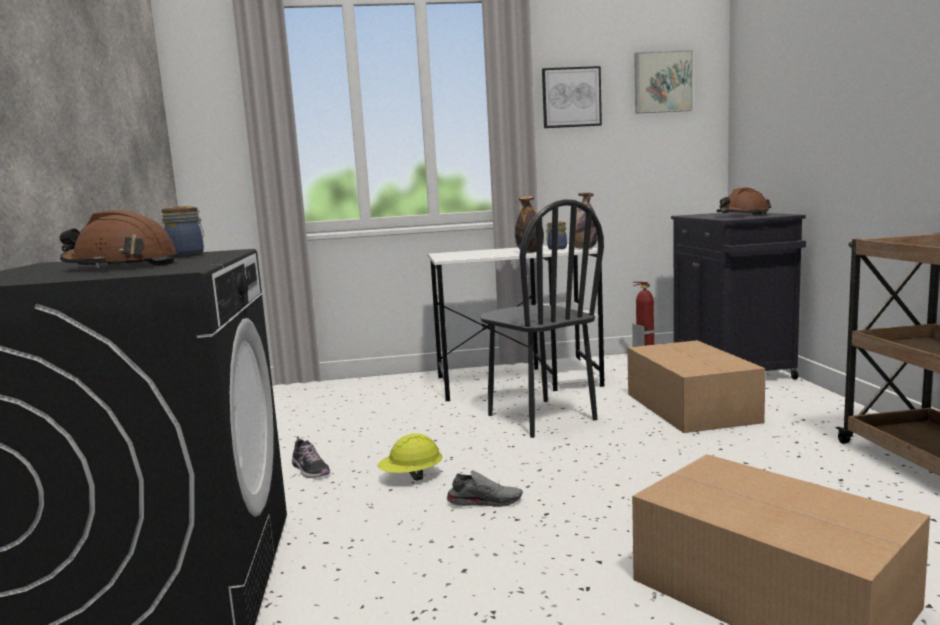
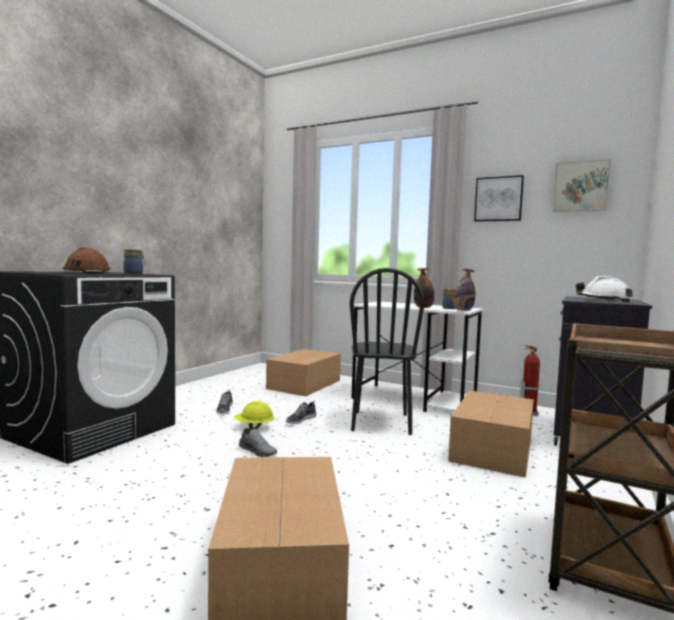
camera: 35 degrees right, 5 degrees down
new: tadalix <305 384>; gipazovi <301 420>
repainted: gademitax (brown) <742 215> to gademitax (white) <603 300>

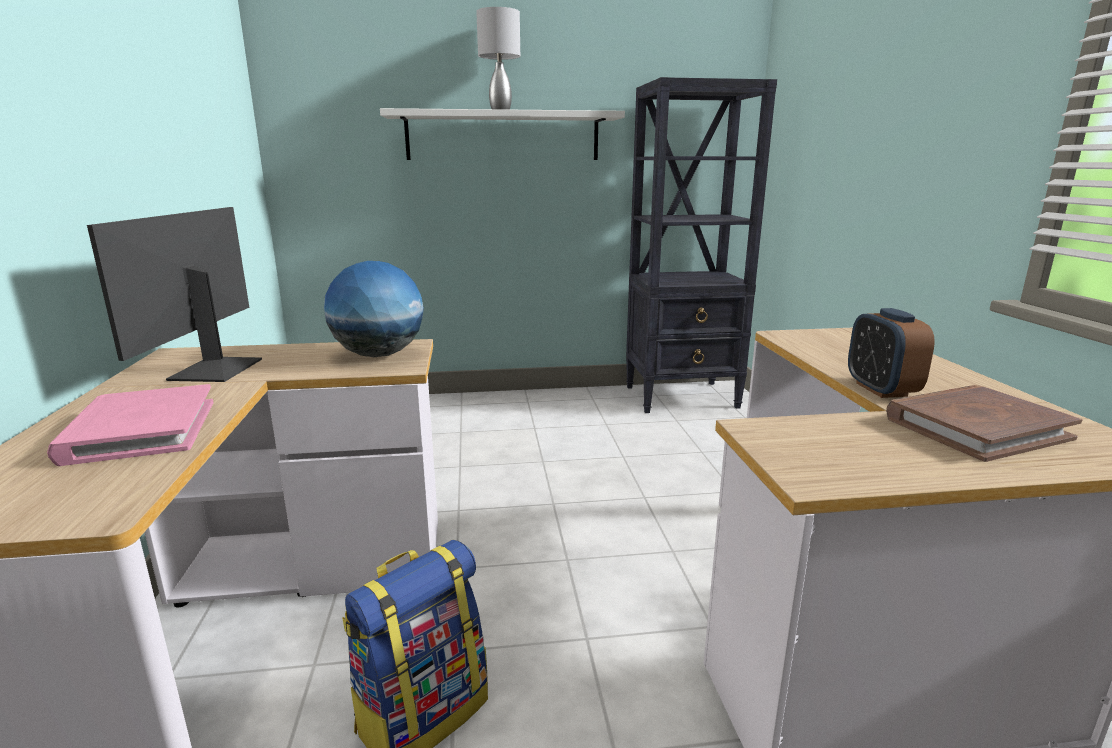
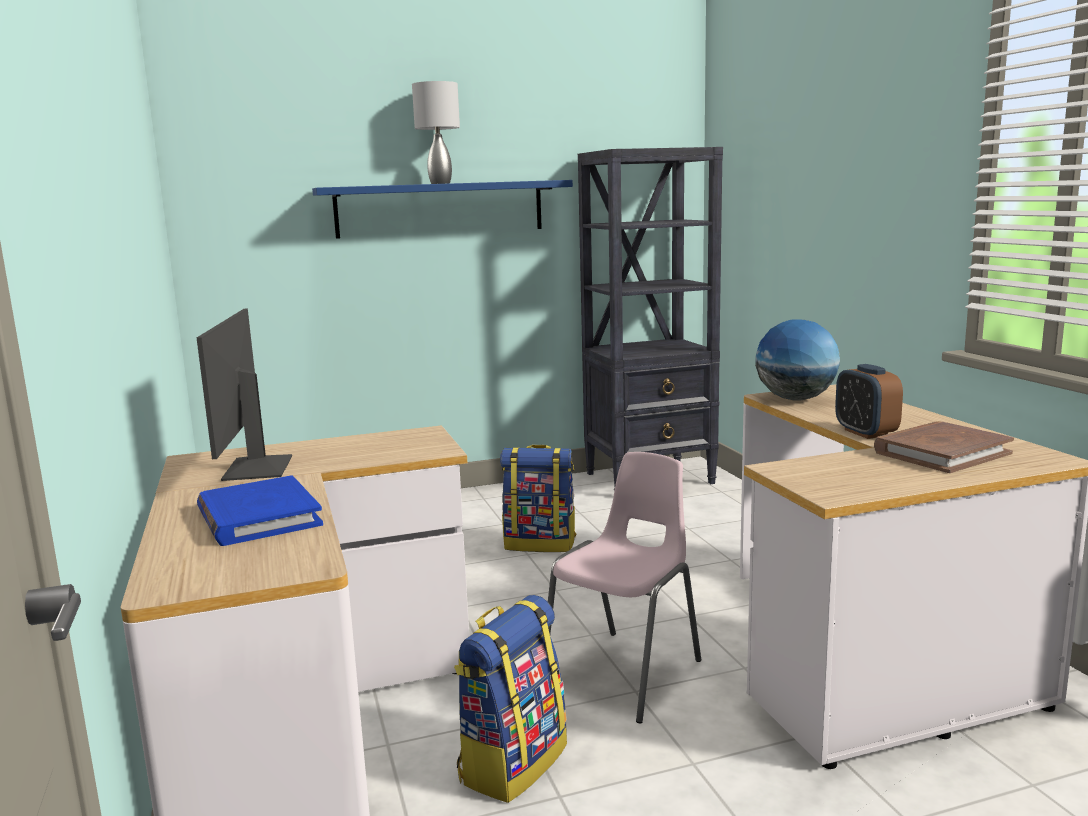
camera: 10 degrees left, 5 degrees down
new: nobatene <540 543>; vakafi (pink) <625 673>
shifted: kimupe <378 355> to <795 399>
repainted: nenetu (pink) <141 430> to nenetu (blue) <258 517>; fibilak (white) <503 136> to fibilak (blue) <440 209>

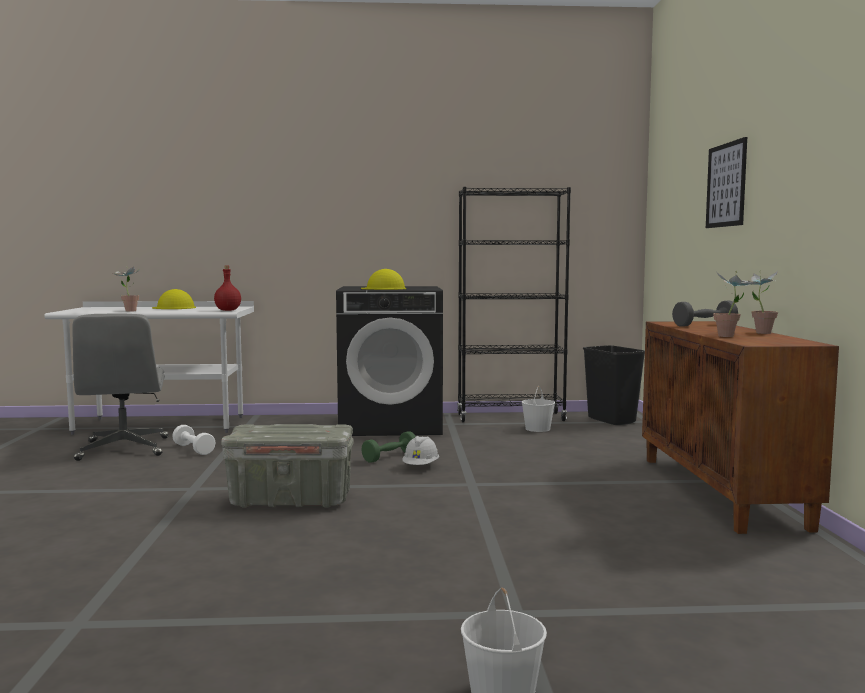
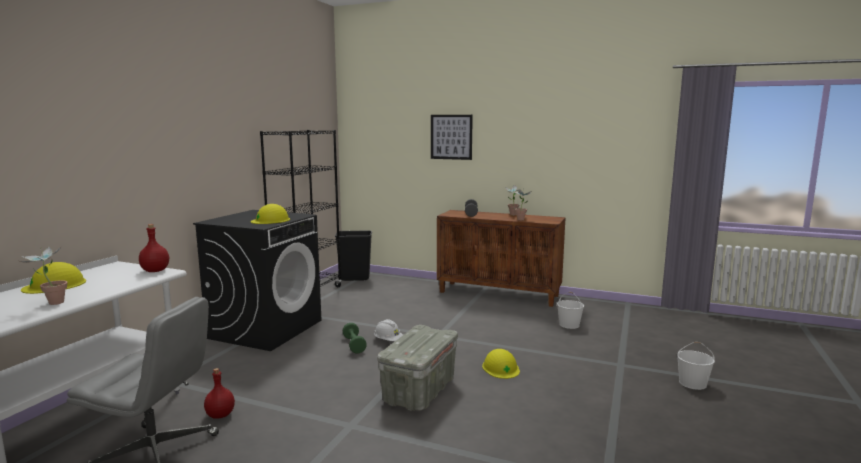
camera: 65 degrees left, 5 degrees up
new: gademitax (yellow) <501 368>
shifted: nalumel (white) <537 429> to <569 325>
swapped: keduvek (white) <194 449> to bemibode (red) <220 415>

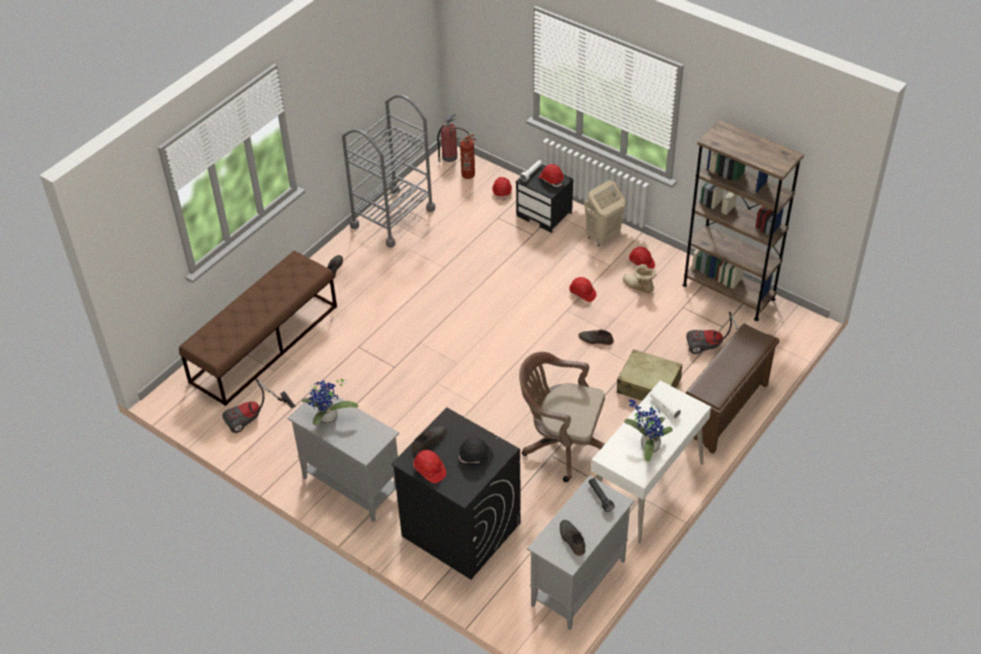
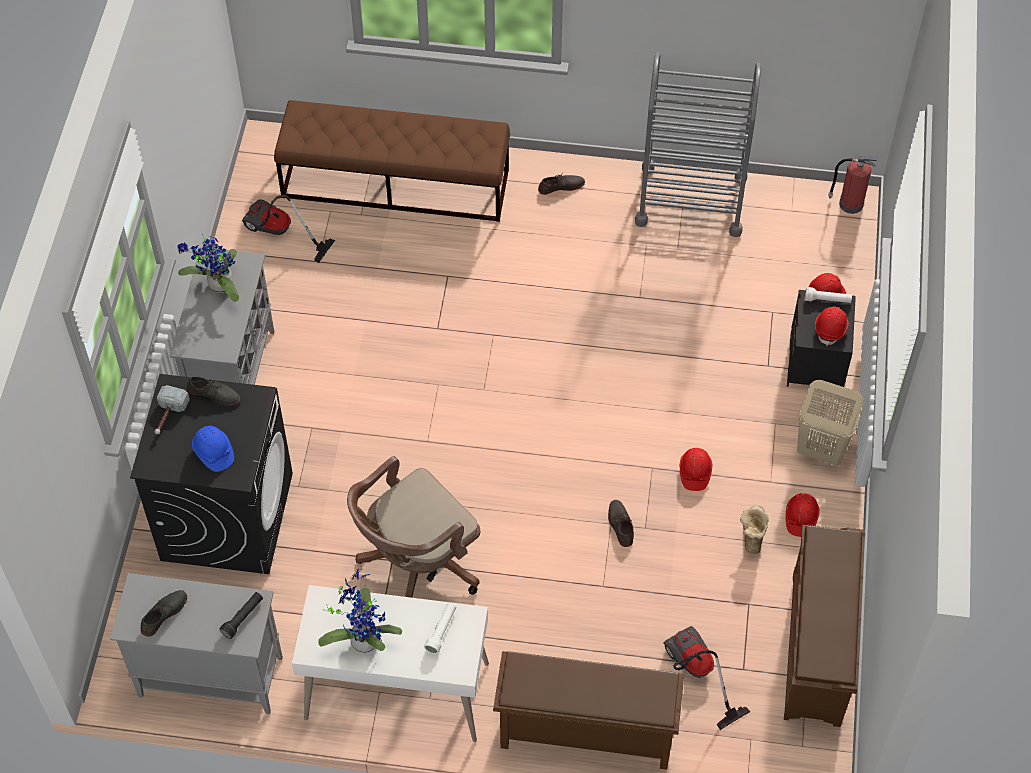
camera: 60 degrees right, 10 degrees up
gone: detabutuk <464 174>; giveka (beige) <649 386>
swapped: gademitax (red) <429 470> to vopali <168 416>; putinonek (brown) <728 292> to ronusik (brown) <817 650>
repainted: gademitax (black) <476 456> to gademitax (blue) <213 452>
rotated: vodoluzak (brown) <562 444> = <416 564> 120 degrees counterclockwise

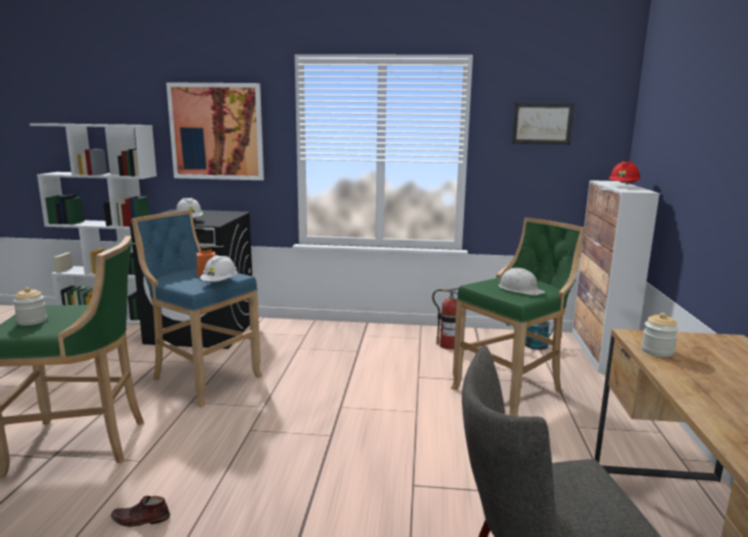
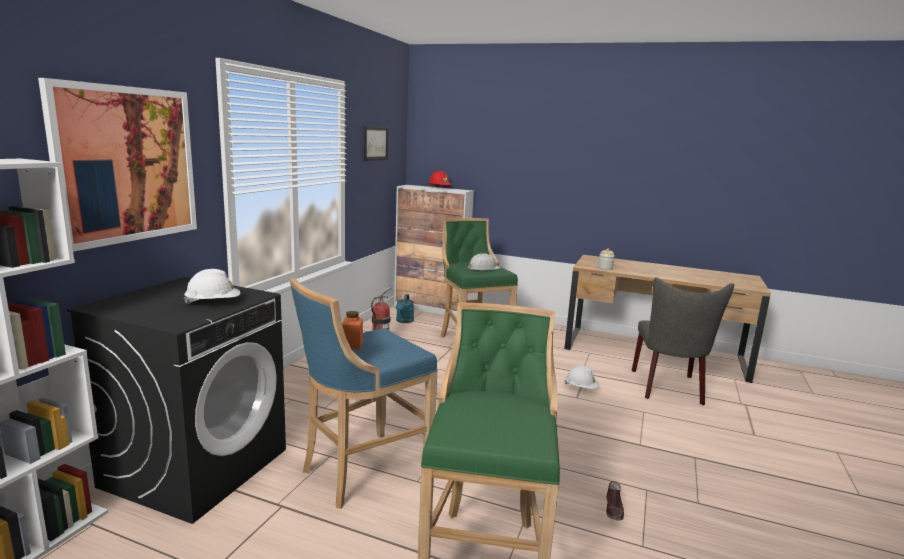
camera: 75 degrees left, 0 degrees up
gone: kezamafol <32 321>
shifted: gademitax (white) <220 283> to <581 388>

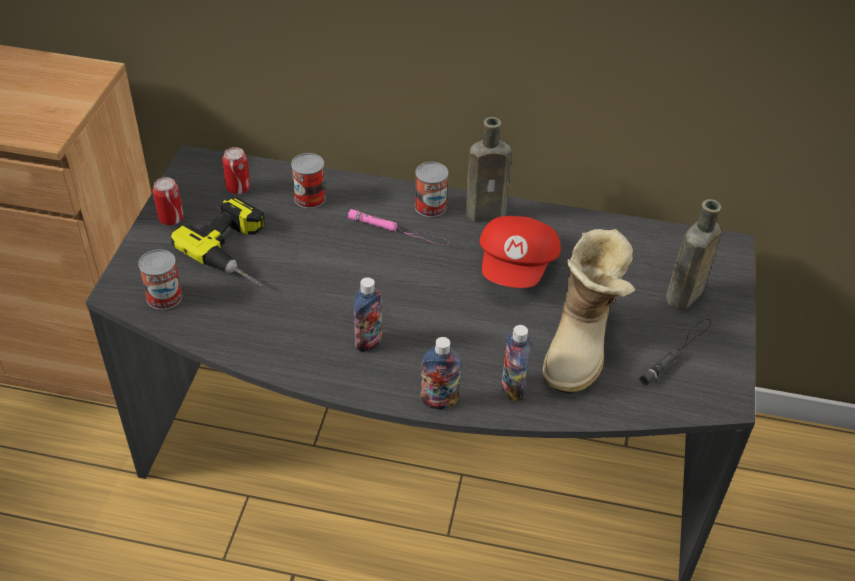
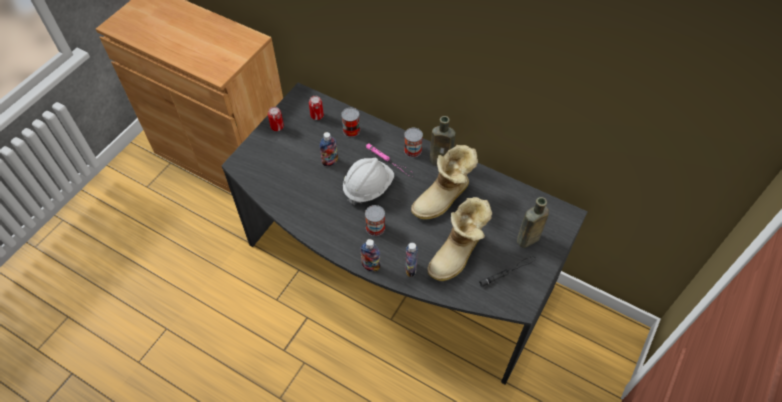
camera: 20 degrees right, 10 degrees up
gone: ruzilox <240 251>
new: gademitax (white) <368 187>
shifted: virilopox <164 297> to <375 228>; bemibode <368 342> to <330 161>
swapped: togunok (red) <517 267> to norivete <444 199>

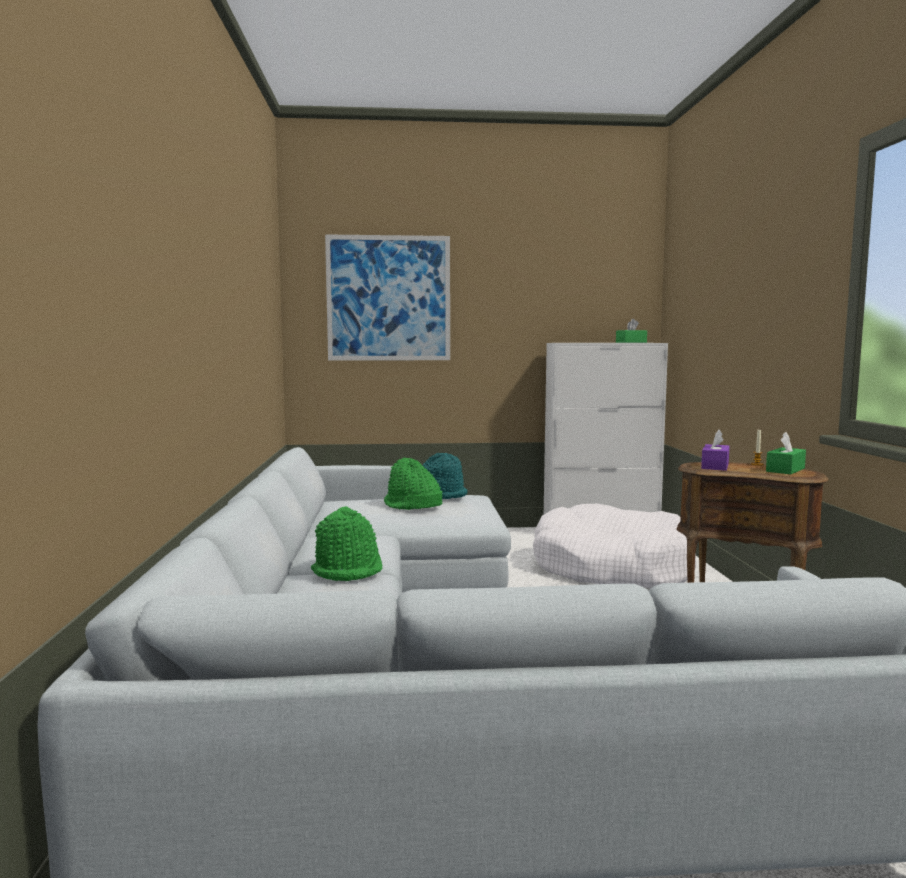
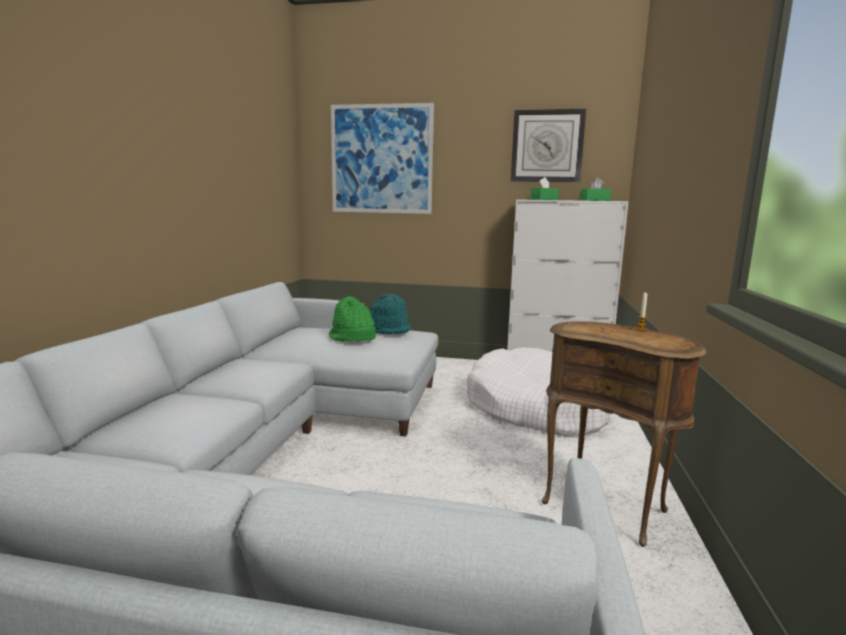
camera: 15 degrees right, 5 degrees up
gone: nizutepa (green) <348 570>; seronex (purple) <715 466>
new: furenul <547 146>
shifted: seronex (green) <785 470> to <544 199>

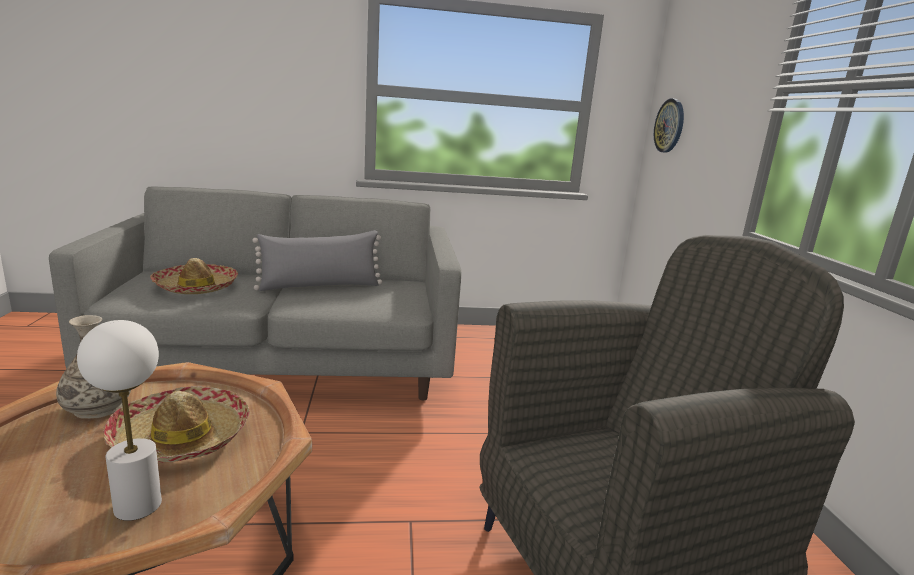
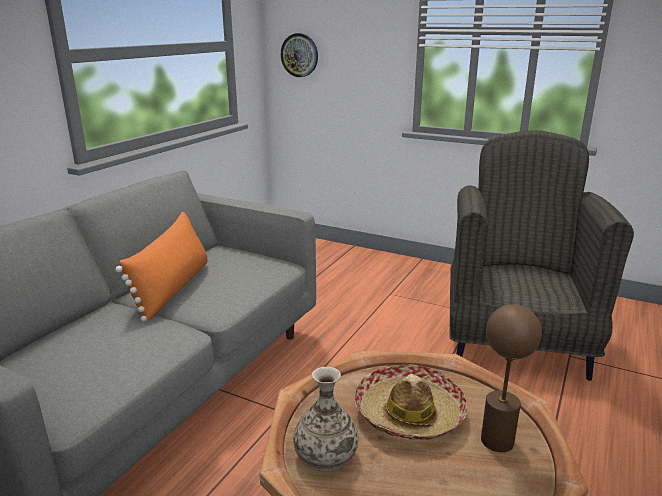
camera: 55 degrees left, 5 degrees up
gone: nizutepa <195 287>
repainted: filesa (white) <138 506> to filesa (brown) <497 440>; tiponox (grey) <320 286> to tiponox (orange) <173 288>

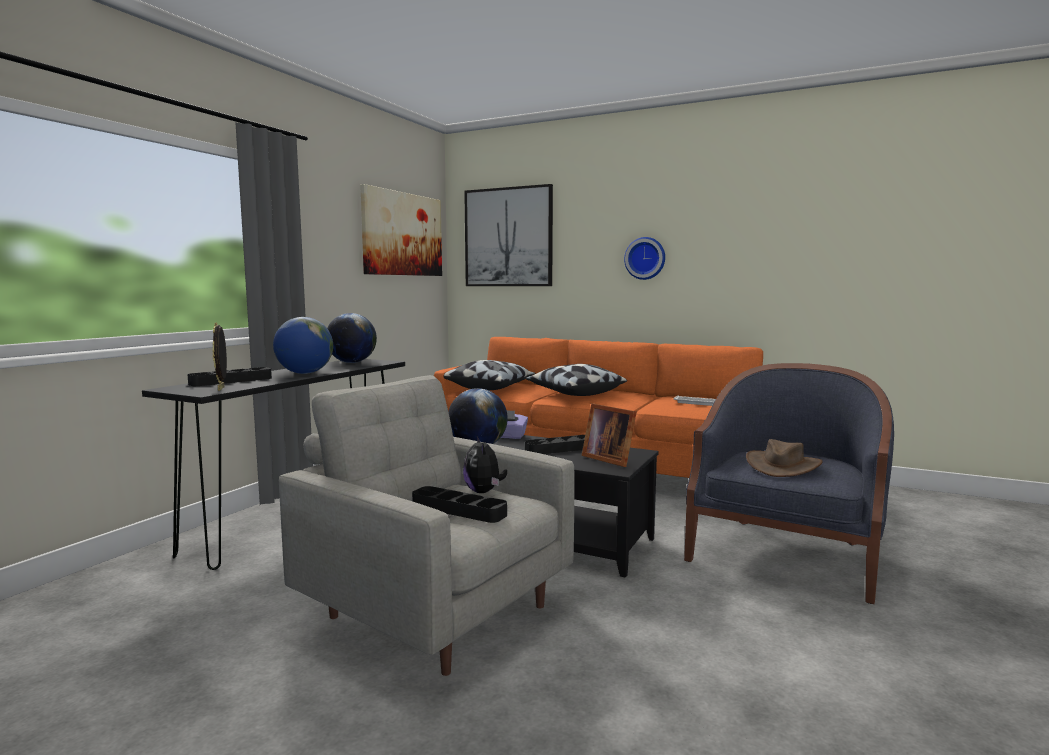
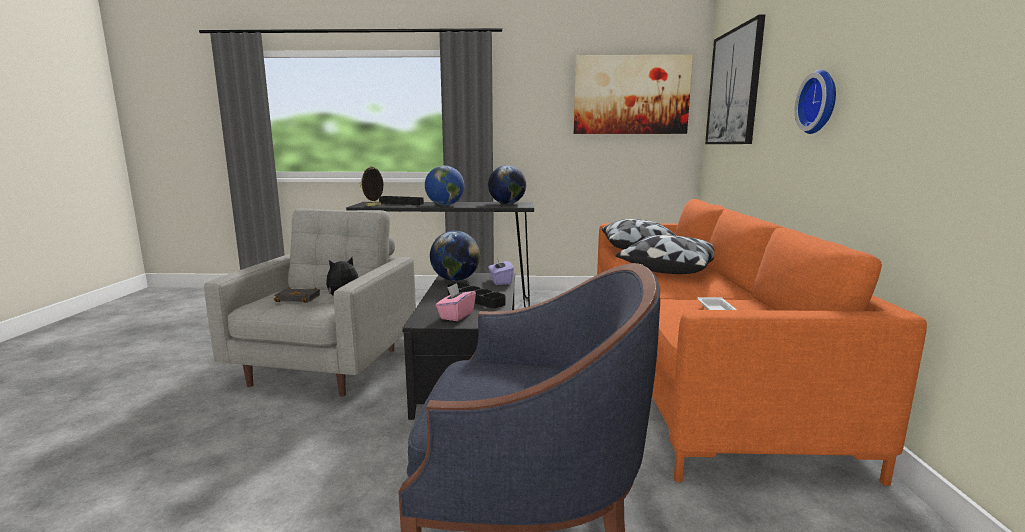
camera: 65 degrees right, 5 degrees up
gone: nizutepa (brown) <782 466>
swapped: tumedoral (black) <458 510> to nenetu (black) <299 298>; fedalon <608 459> to seronex (pink) <456 315>

